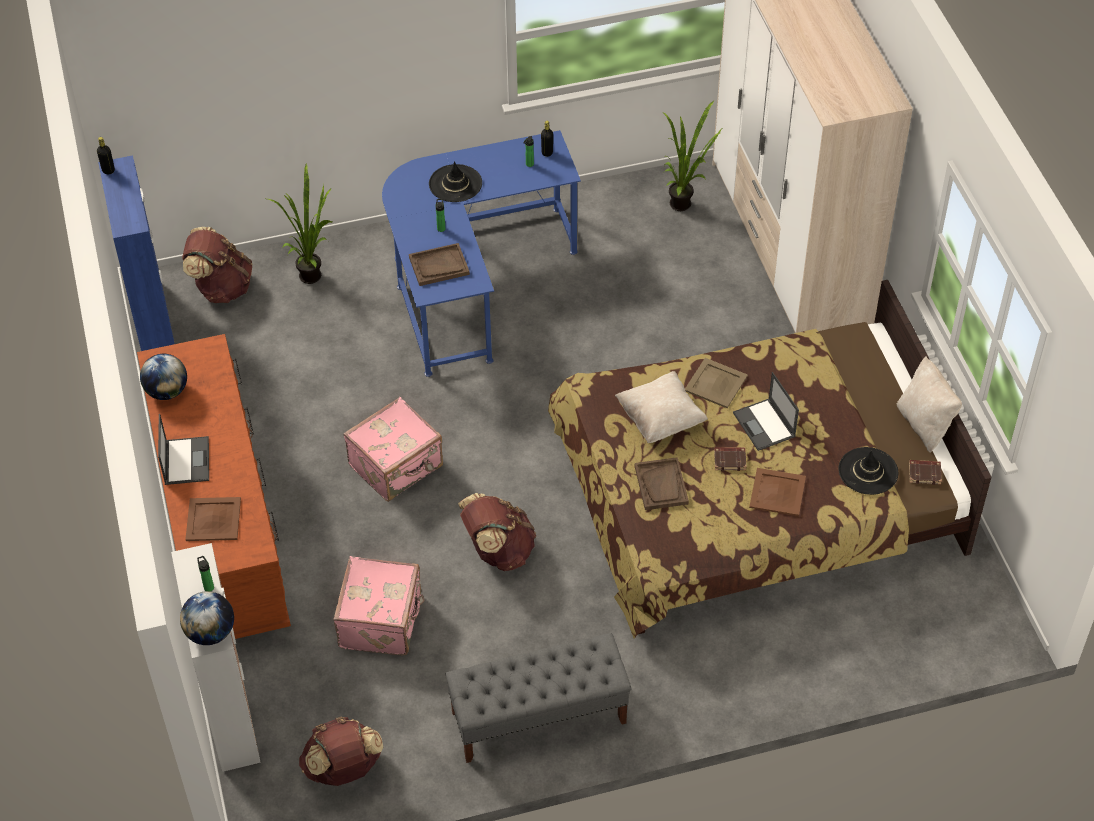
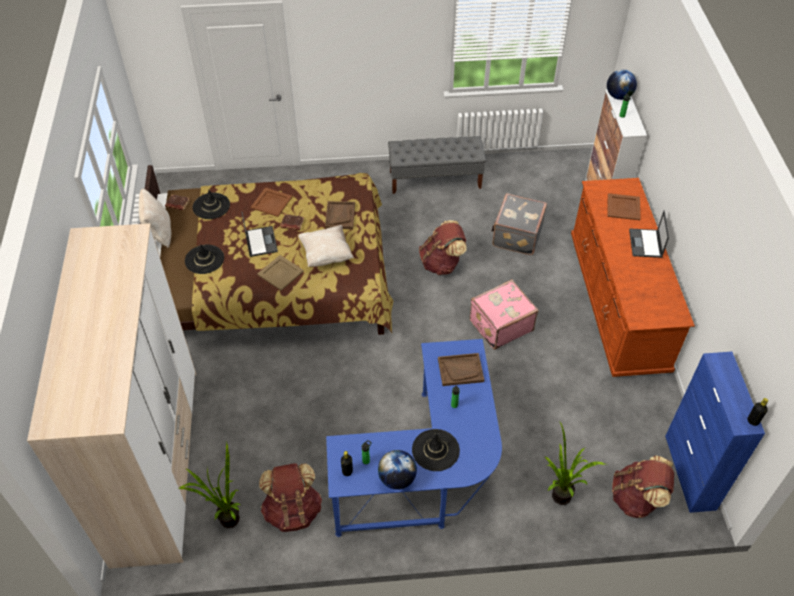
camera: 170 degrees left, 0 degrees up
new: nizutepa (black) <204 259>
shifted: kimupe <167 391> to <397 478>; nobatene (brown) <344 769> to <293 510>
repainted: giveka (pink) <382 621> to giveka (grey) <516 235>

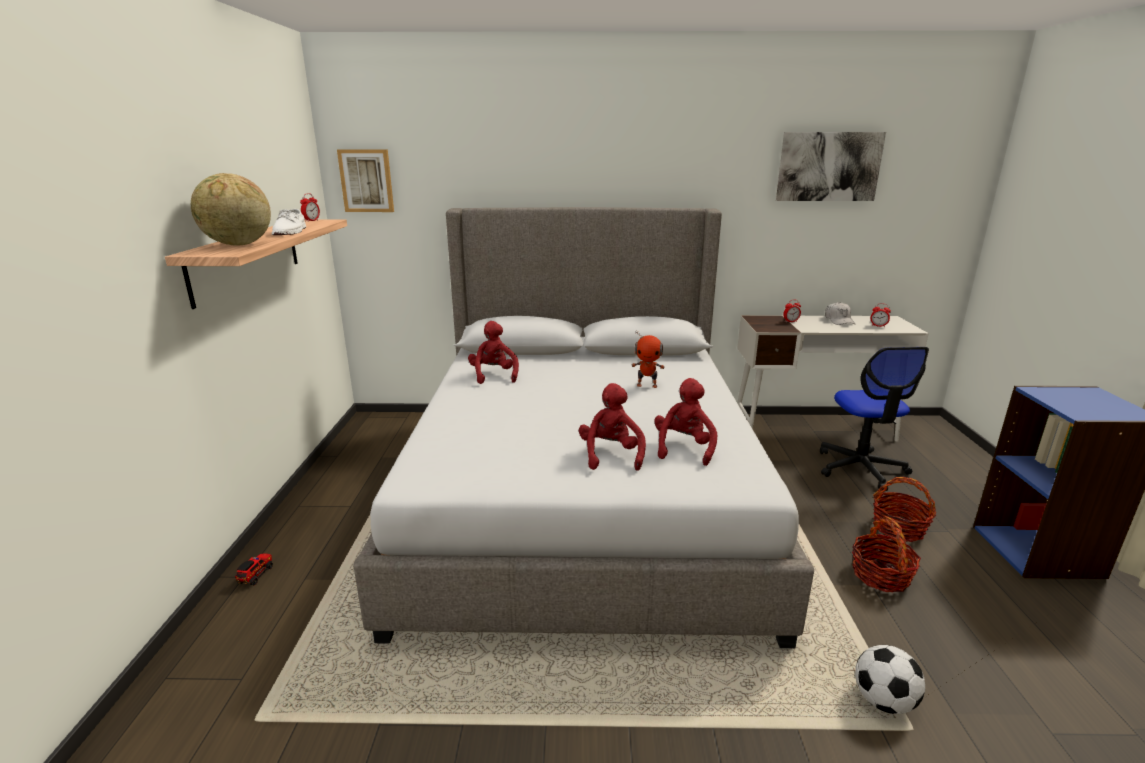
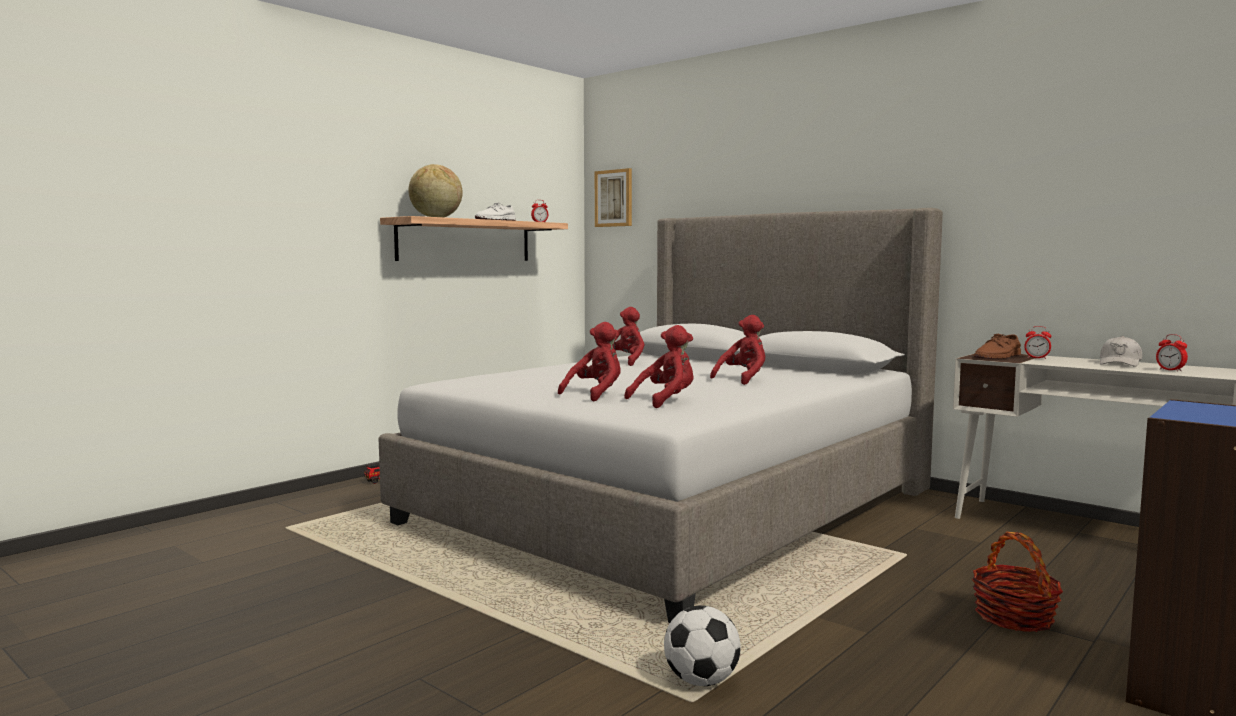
camera: 40 degrees right, 15 degrees down
gone: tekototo <828 166>; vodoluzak <861 468>; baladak <881 575>
new: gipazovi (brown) <998 357>
swapped: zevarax <647 385> to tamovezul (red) <743 379>

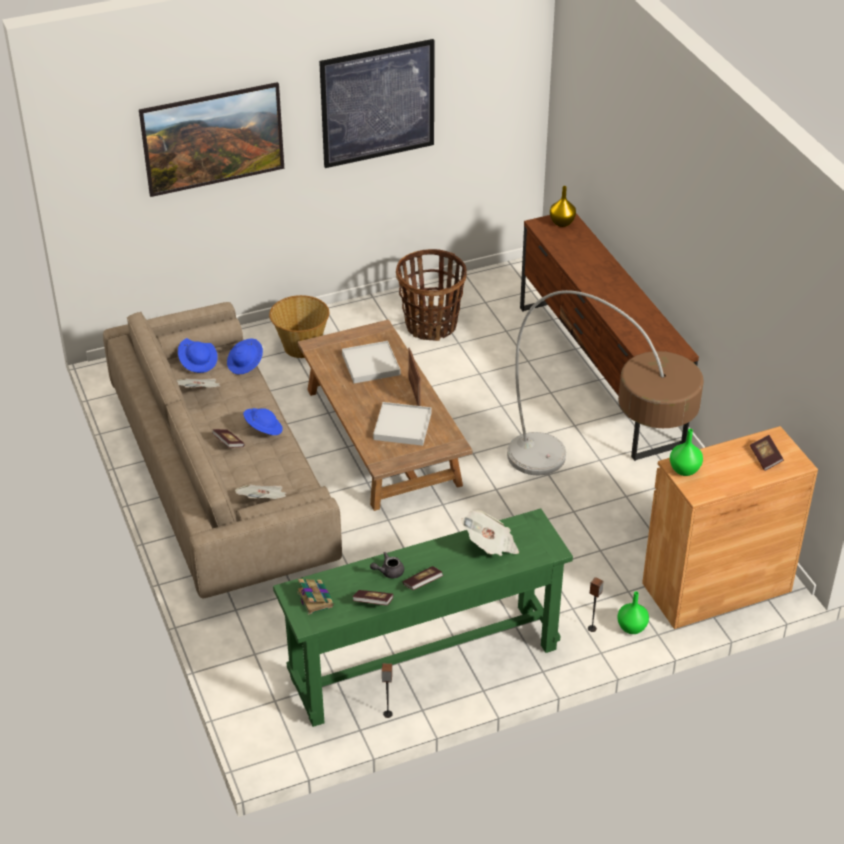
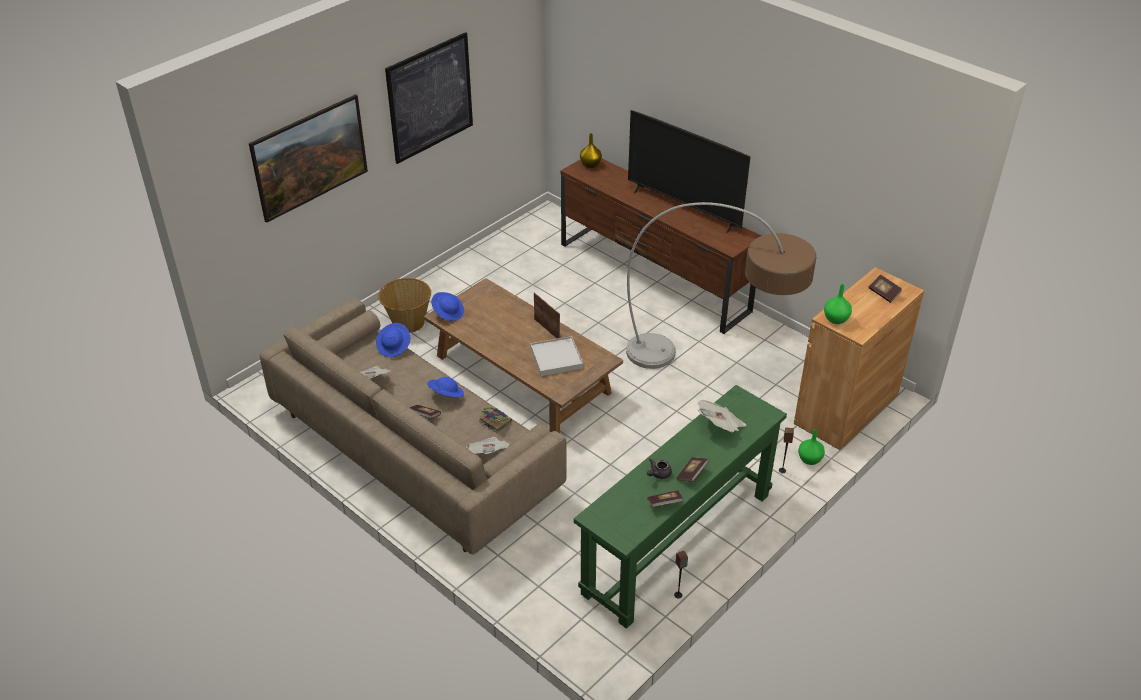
camera: 25 degrees left, 0 degrees up
gone: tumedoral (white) <371 364>; baladak <431 325>
new: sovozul <684 208>
shifted: nizutepa (blue) <198 362> to <448 312>; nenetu <314 598> to <494 421>

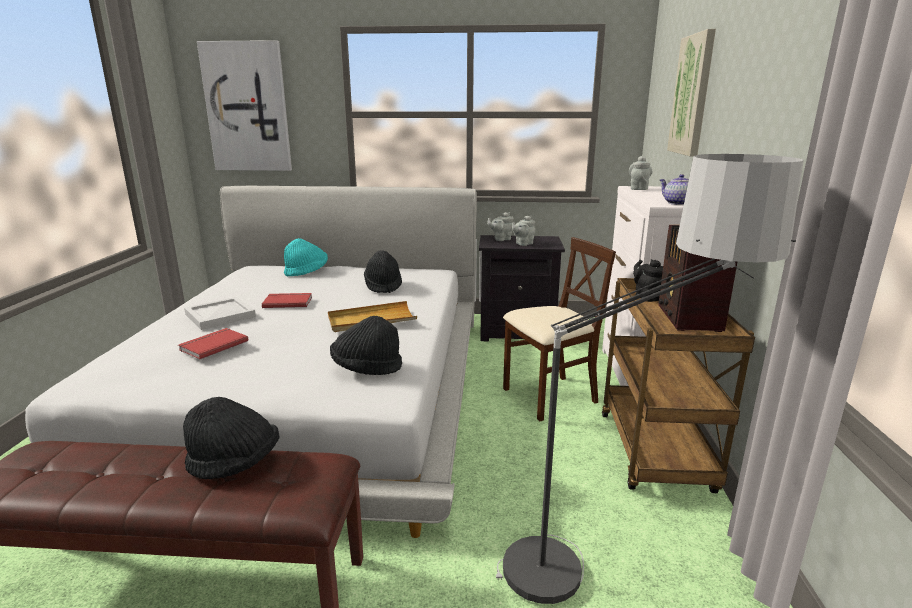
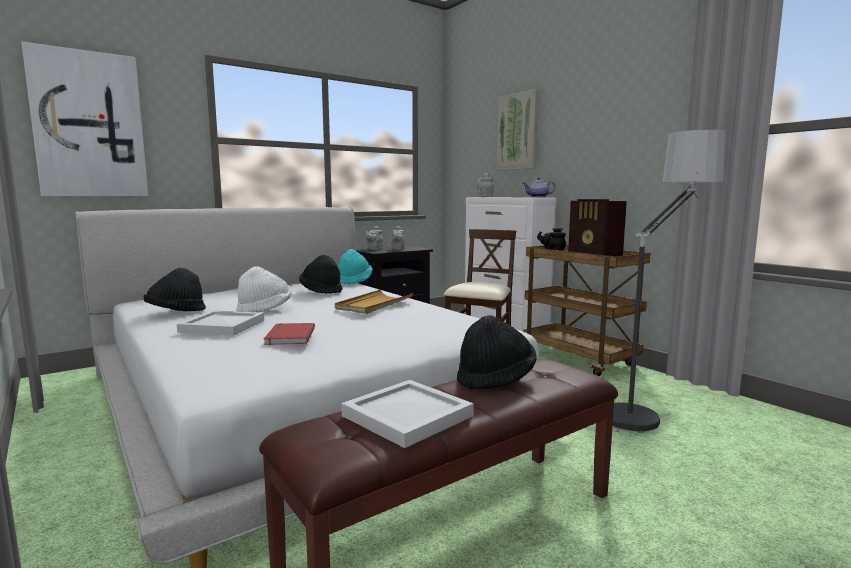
camera: 40 degrees left, 10 degrees down
new: tumedoral (white) <409 416>
shifted: nizutepa (turquoise) <306 272> to <354 281>; nizutepa (black) <366 368> to <176 312>
swapped: nenetu (red) <287 302> to nizutepa (white) <265 309>

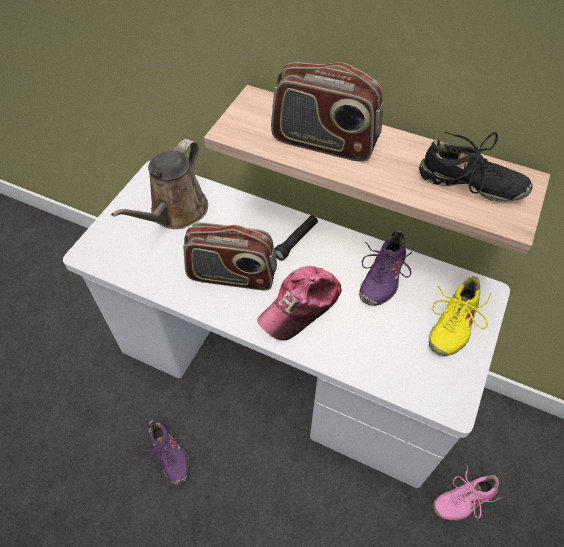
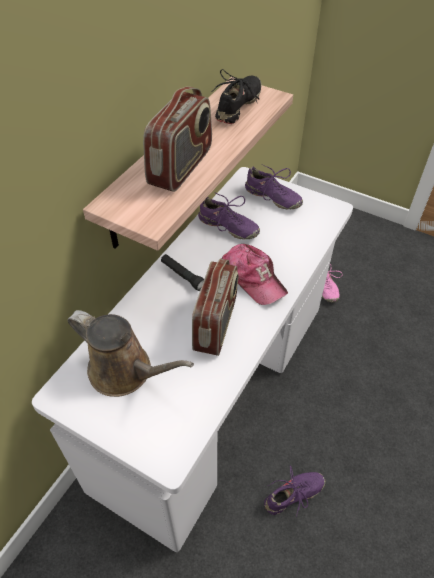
camera: 85 degrees left, 5 degrees down
repainted: gipazovi (yellow) <452 323> to gipazovi (purple) <272 198>

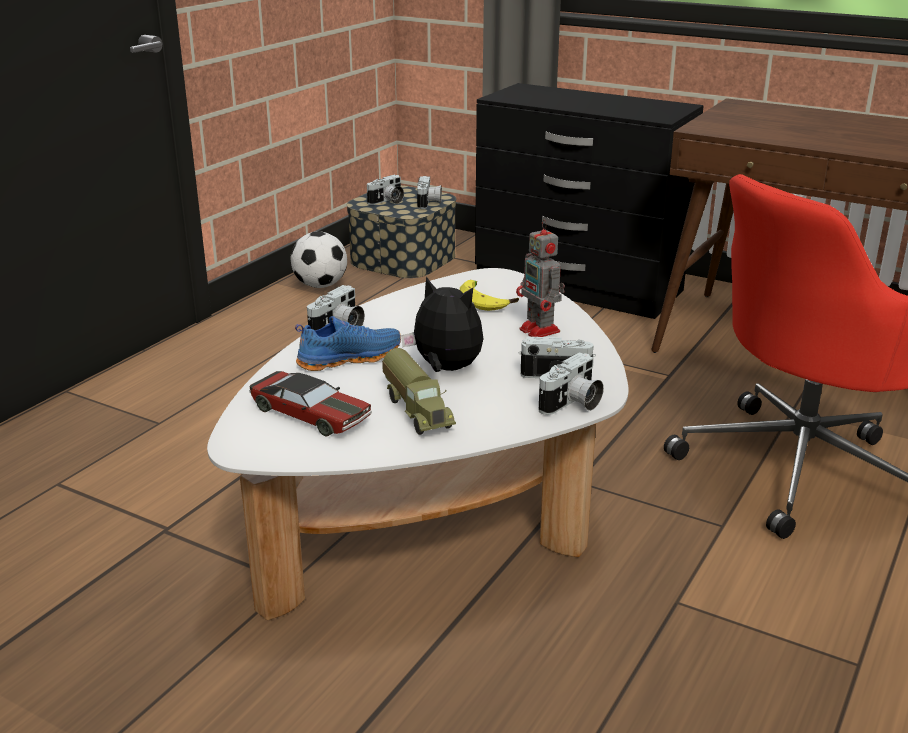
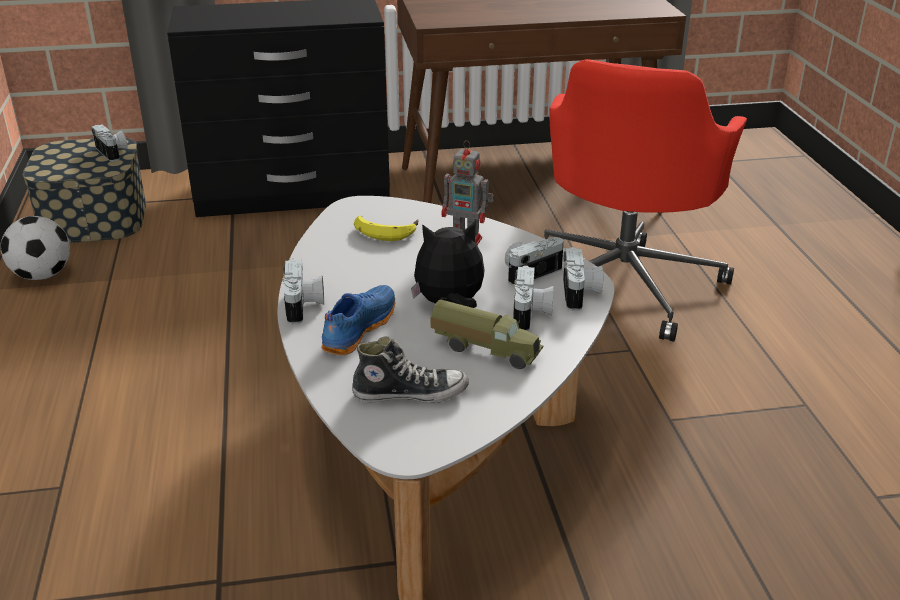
camera: 40 degrees left, 5 degrees up
shifted: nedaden <387 201> to <532 314>
swapped: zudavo <311 414> to gipazovi <410 393>

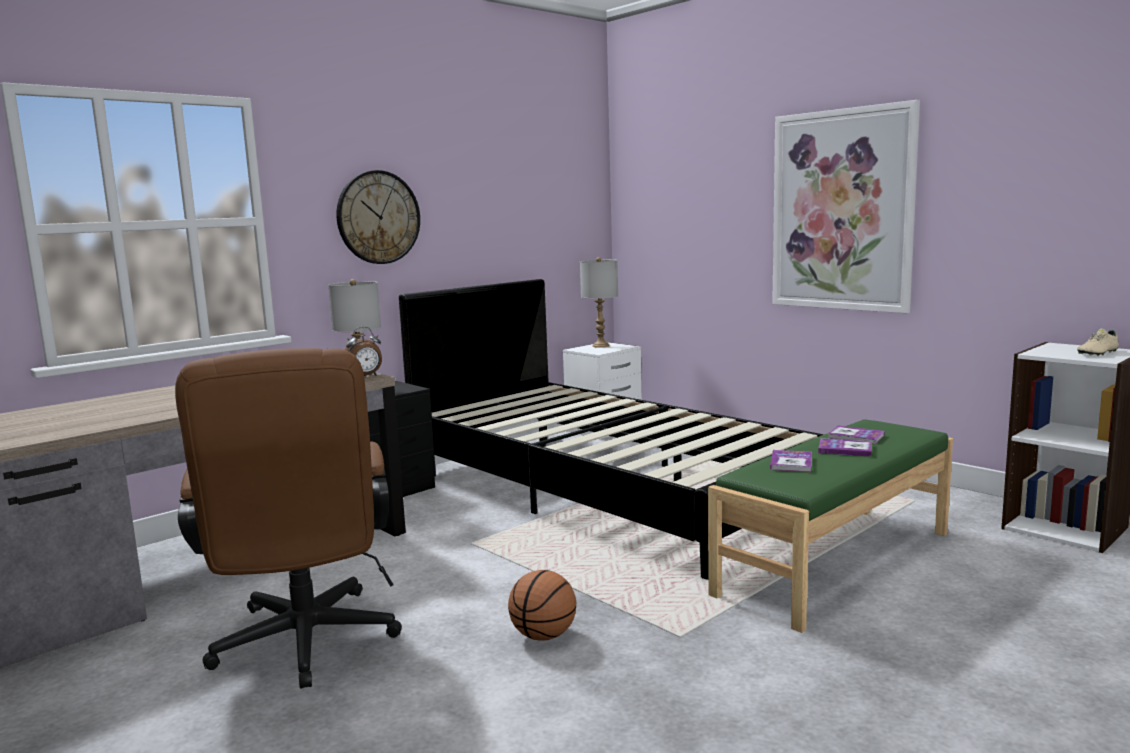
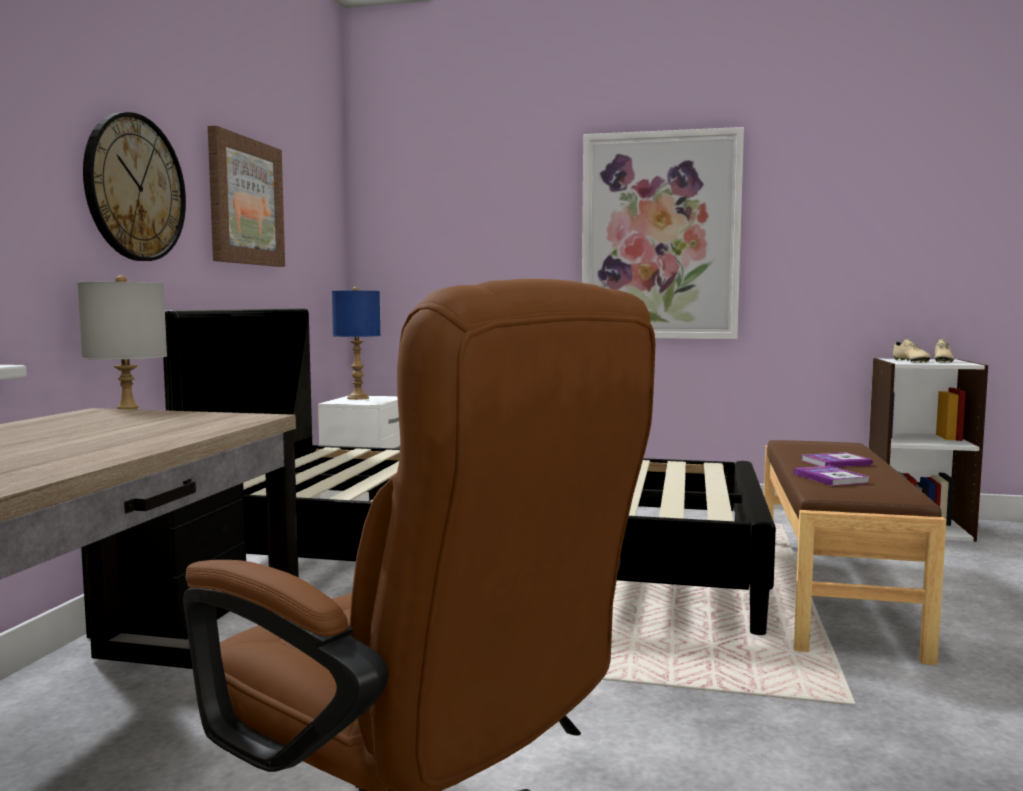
camera: 35 degrees left, 5 degrees down
gone: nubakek <365 376>; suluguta <543 636>; nenetu <856 436>
new: tekototo <245 202>; gipazovi (beige) <911 361>
repainted: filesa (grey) <600 346> to filesa (blue) <357 398>; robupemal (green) <834 562> to robupemal (brown) <829 591>

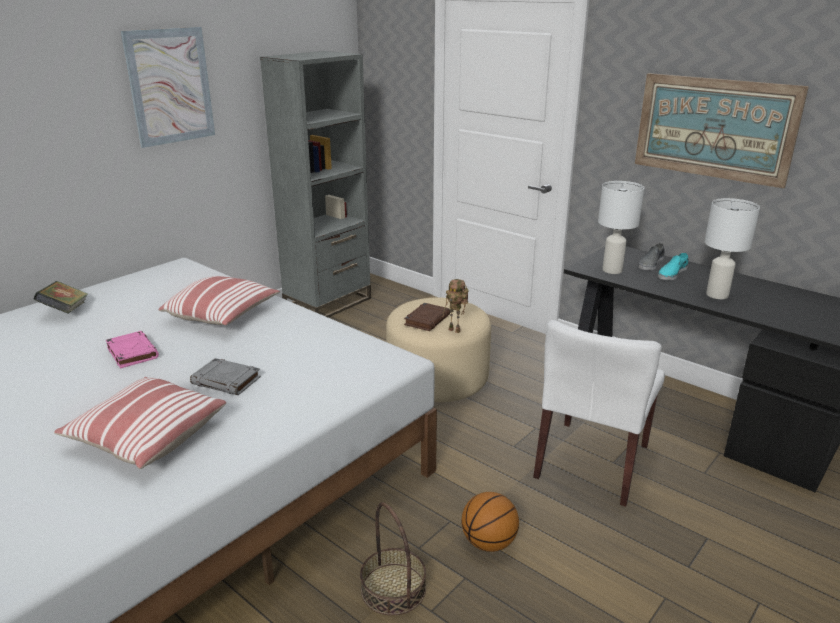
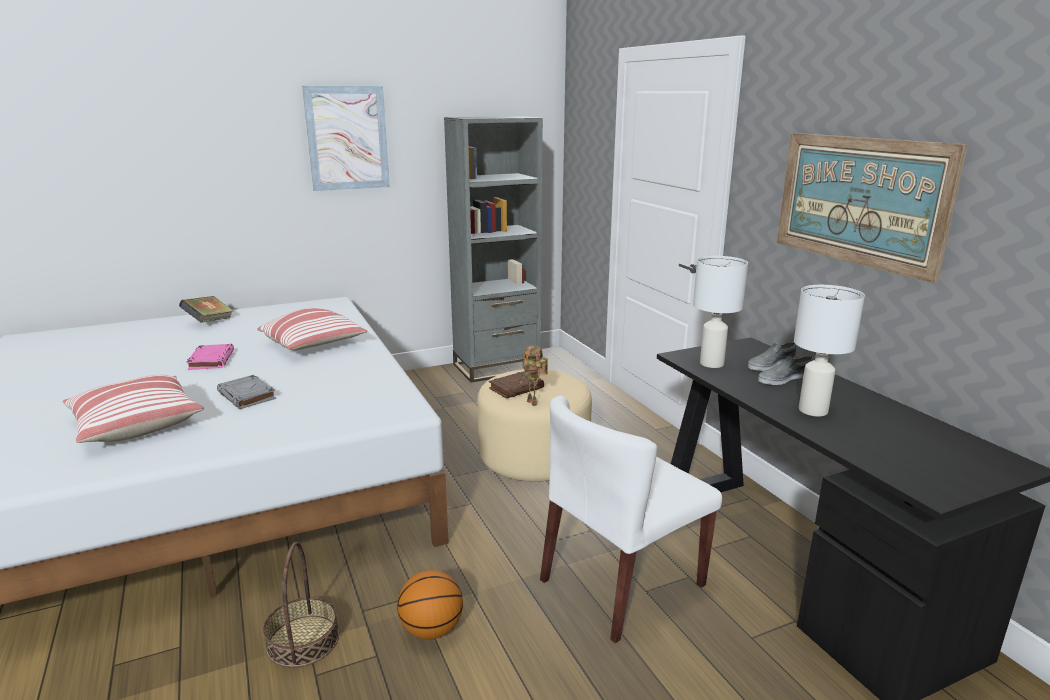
camera: 25 degrees right, 5 degrees down
repainted: gipazovi (turquoise) <672 273> to gipazovi (grey) <784 378>

